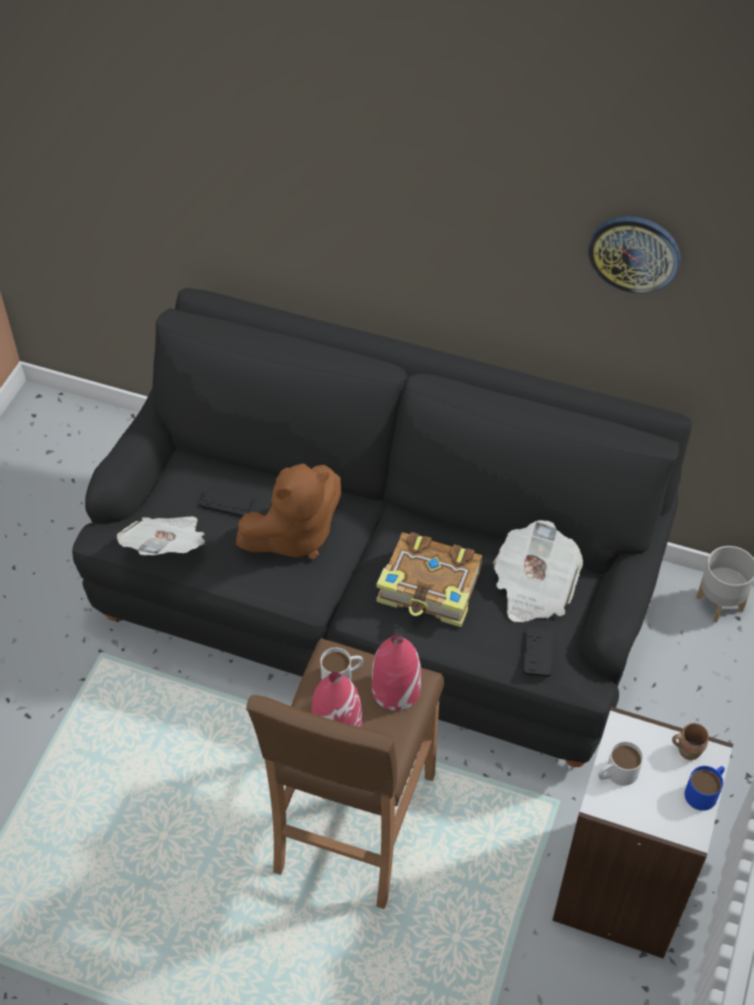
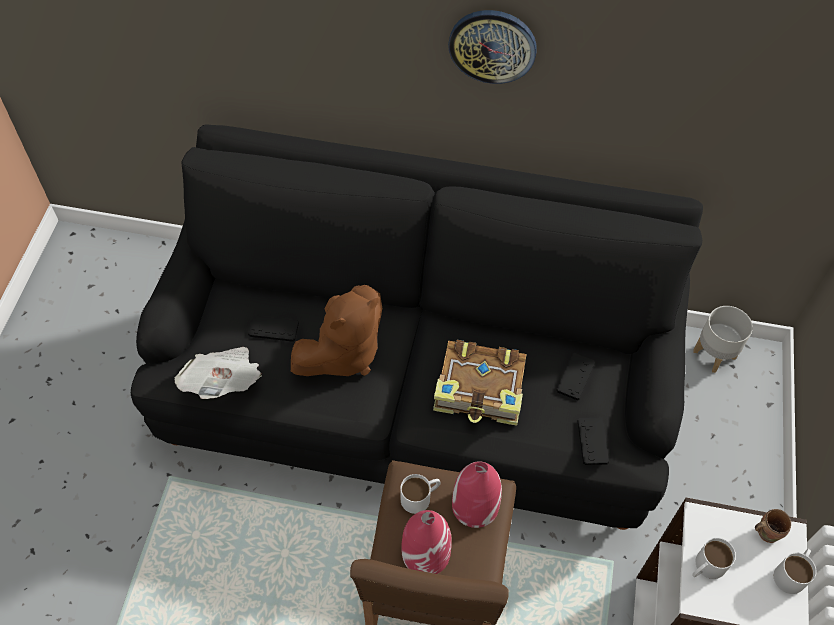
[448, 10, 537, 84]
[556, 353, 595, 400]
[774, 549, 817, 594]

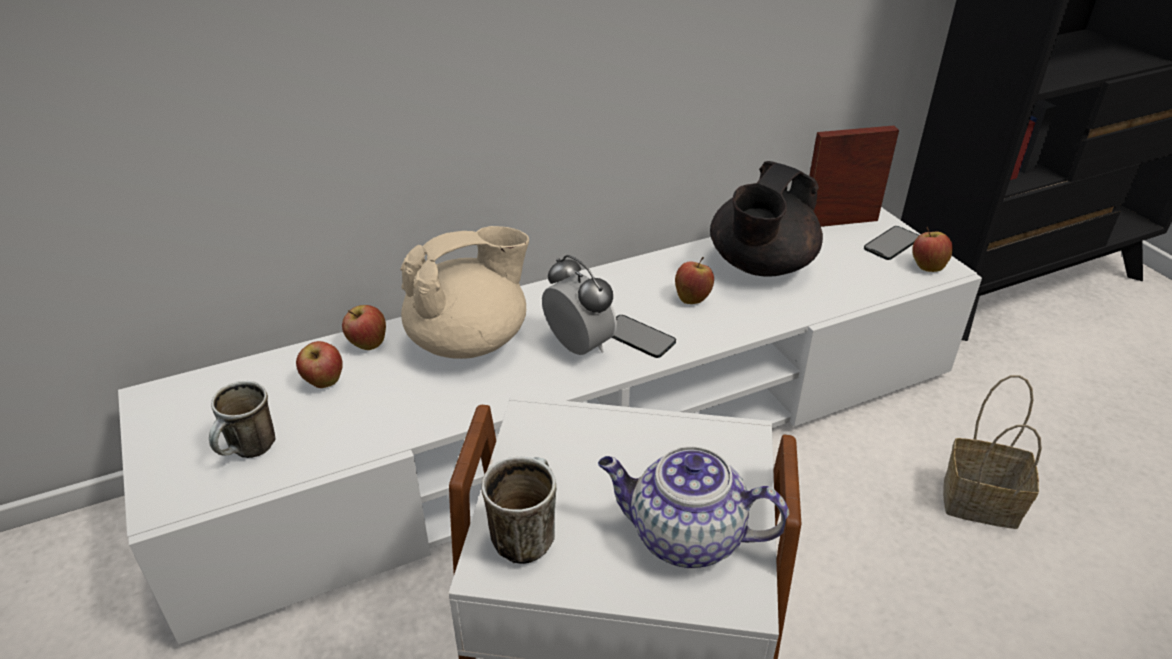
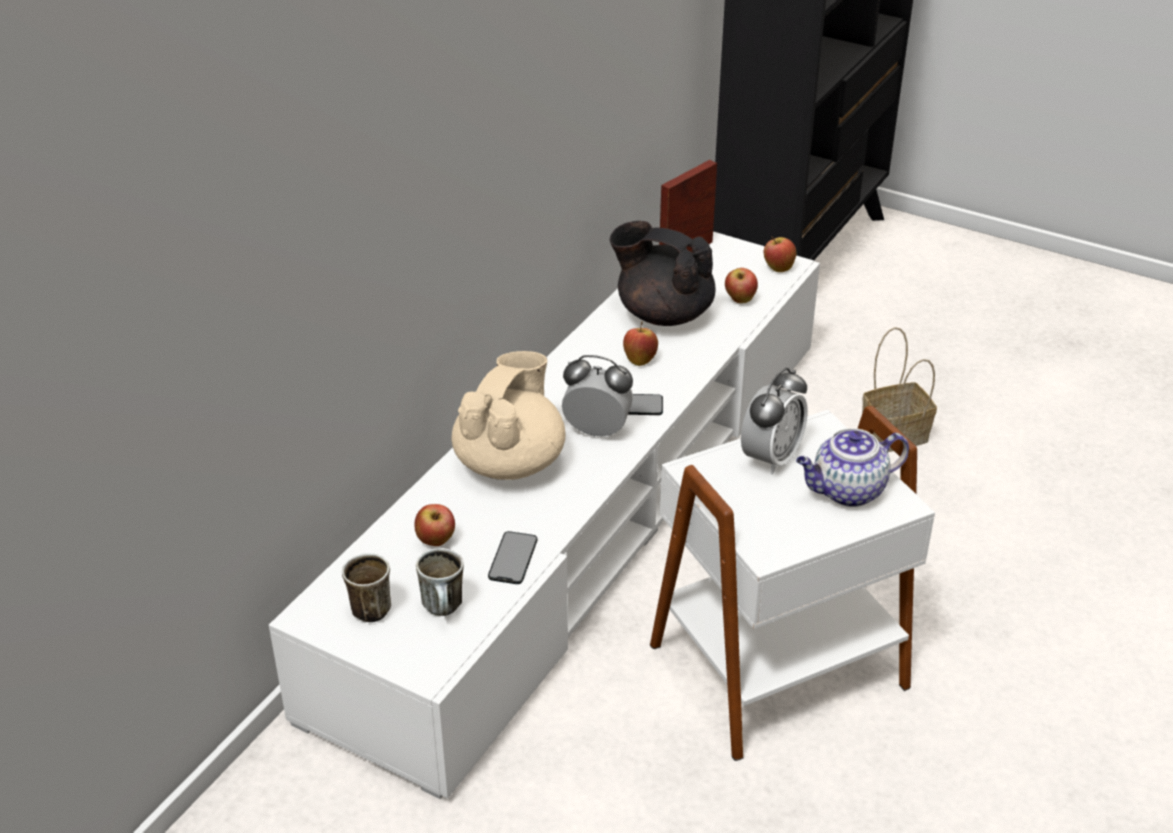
[609, 221, 716, 326]
[488, 531, 537, 584]
[725, 268, 758, 303]
[342, 553, 391, 622]
[741, 368, 808, 475]

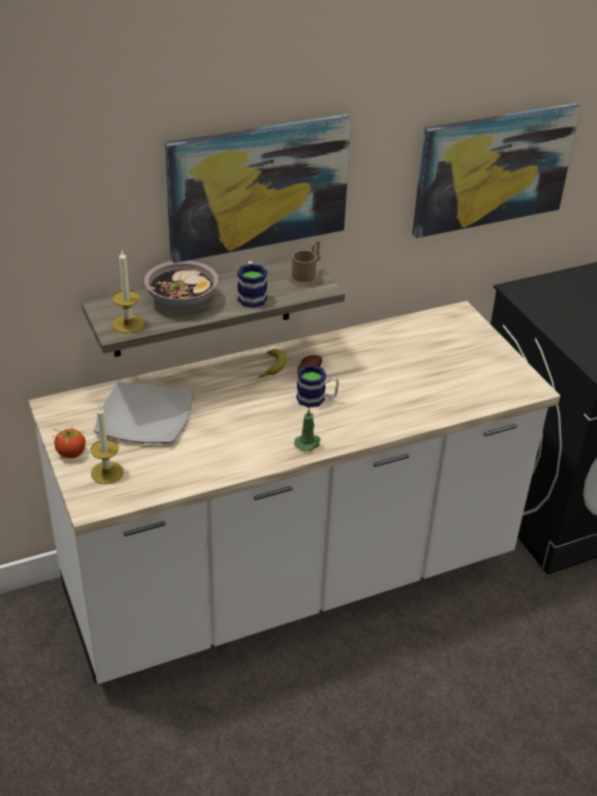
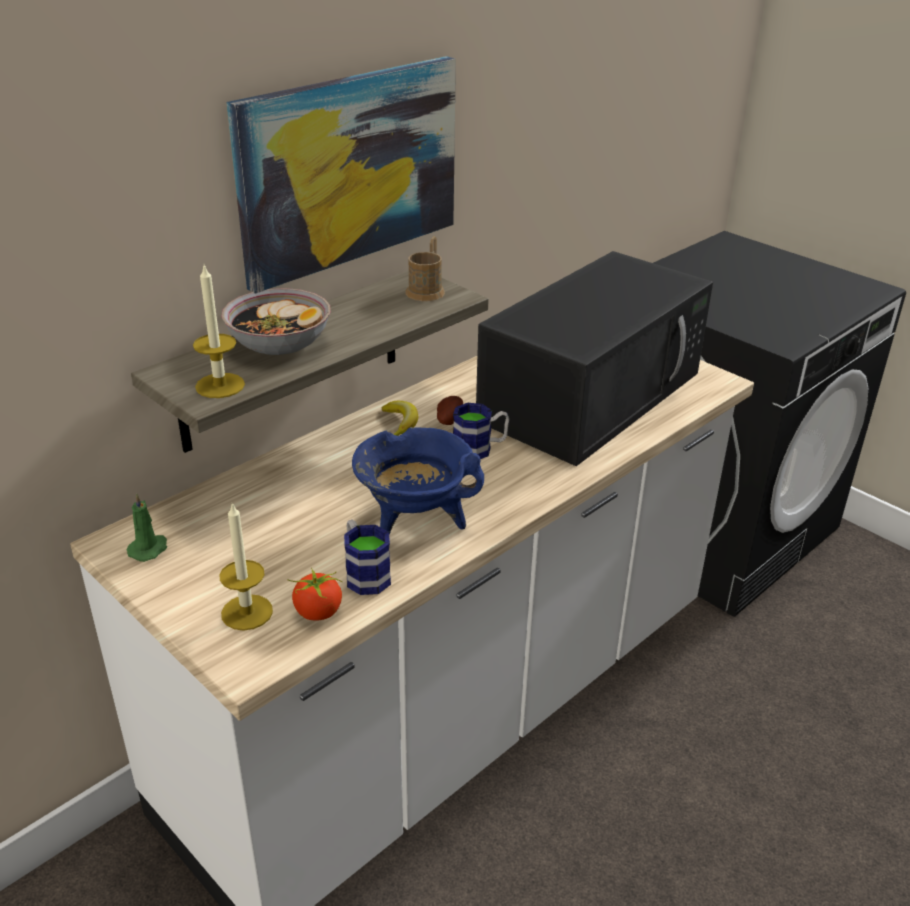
[412, 103, 581, 238] (first image)
[344, 520, 391, 595]
[94, 382, 193, 443] (first image)
[127, 493, 167, 562]
[287, 568, 342, 620]
[476, 251, 713, 466]
[352, 427, 484, 534]

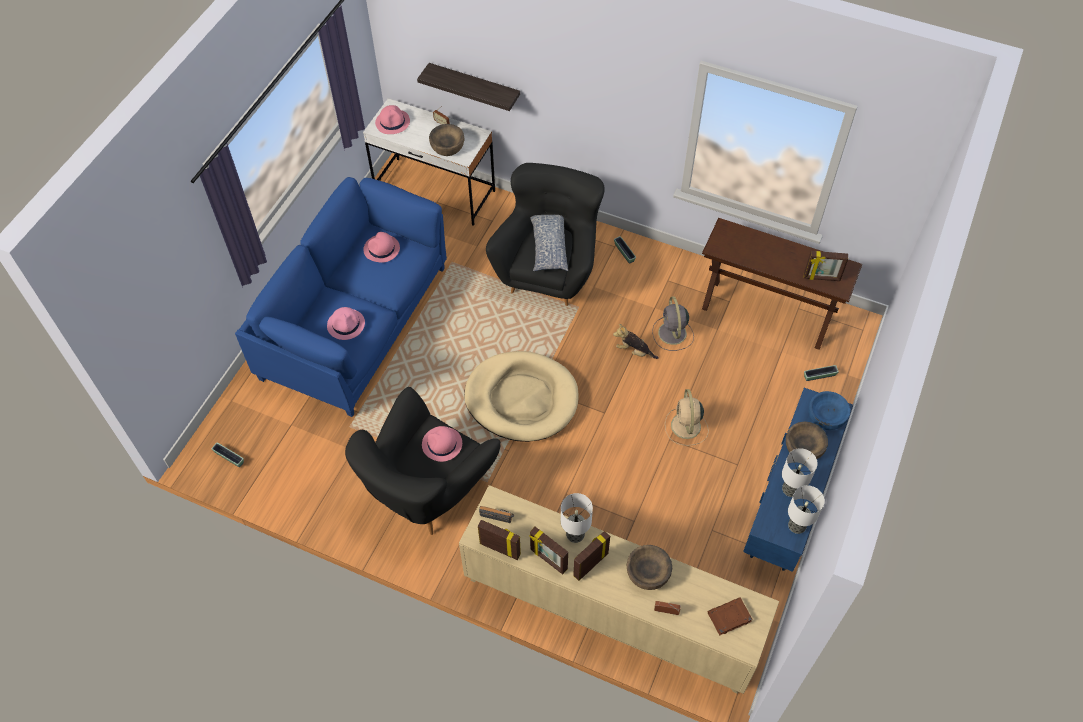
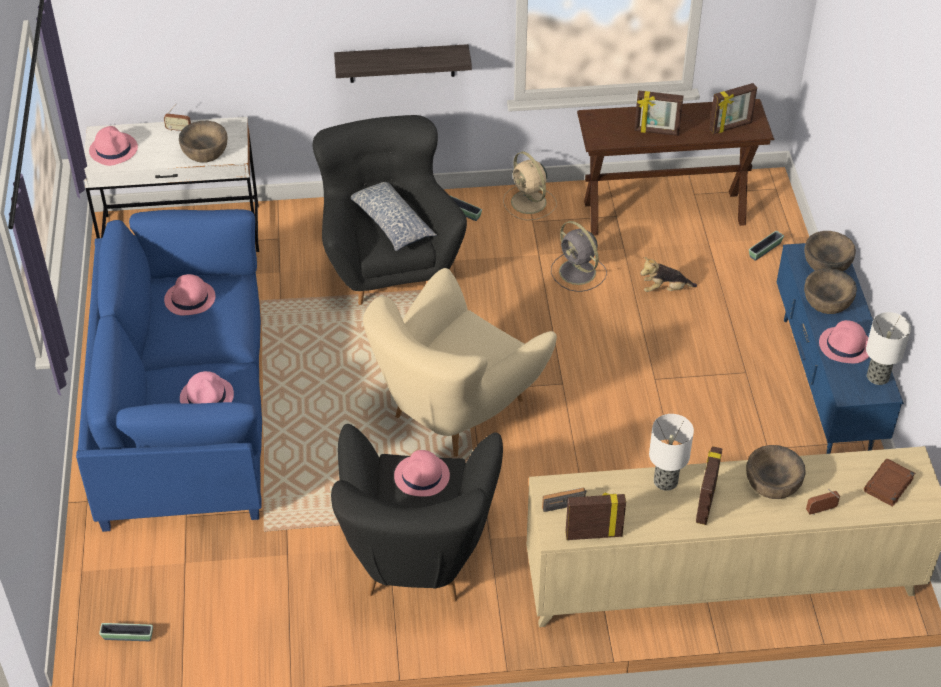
[334, 44, 472, 83]
[640, 257, 697, 292]
[363, 268, 557, 457]
[503, 152, 557, 220]
[804, 231, 856, 271]
[819, 320, 869, 363]
[634, 91, 684, 136]

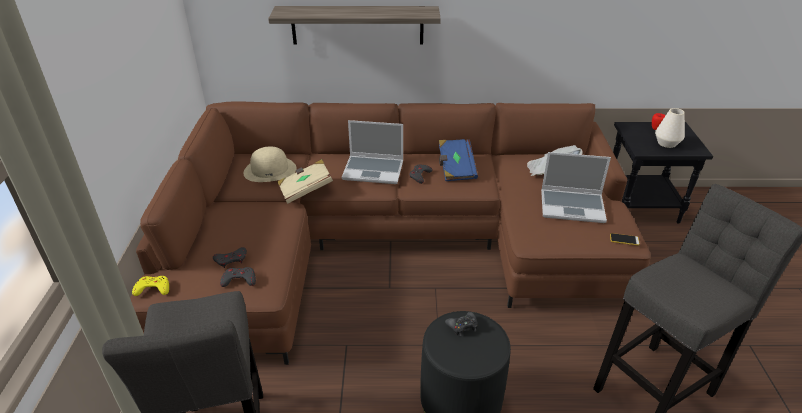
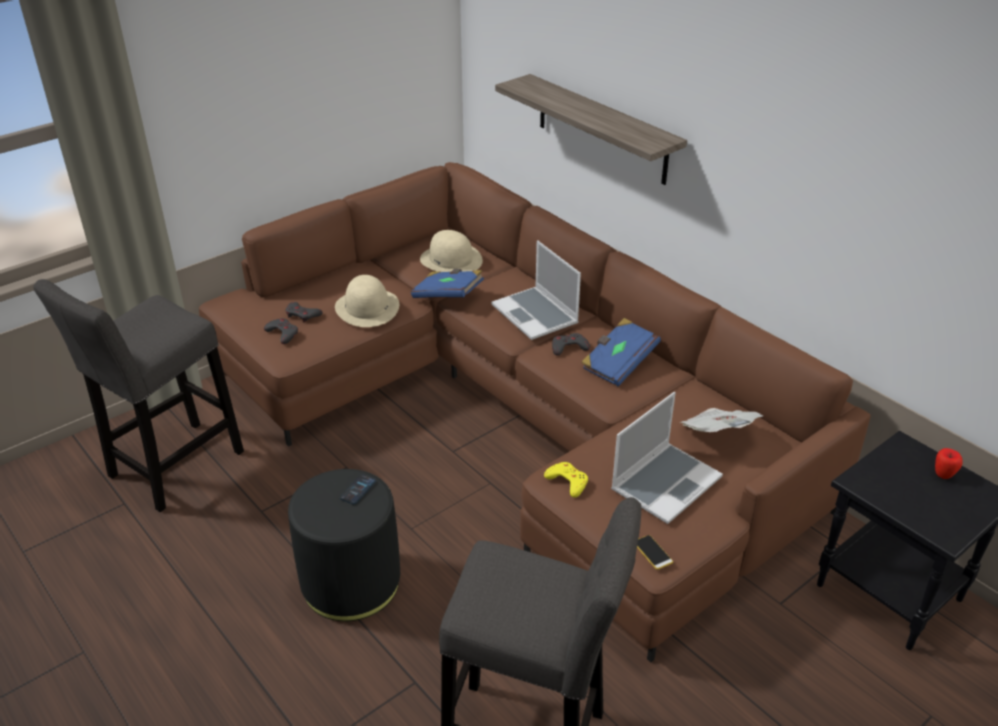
[655, 108, 685, 148] (first image)
[611, 392, 723, 524]
[411, 269, 484, 298]
[544, 462, 588, 498]
[340, 474, 376, 505]
[335, 275, 399, 327]

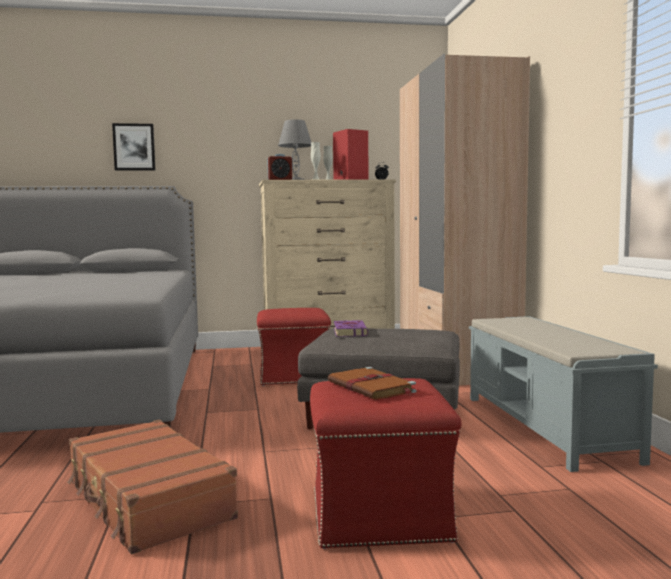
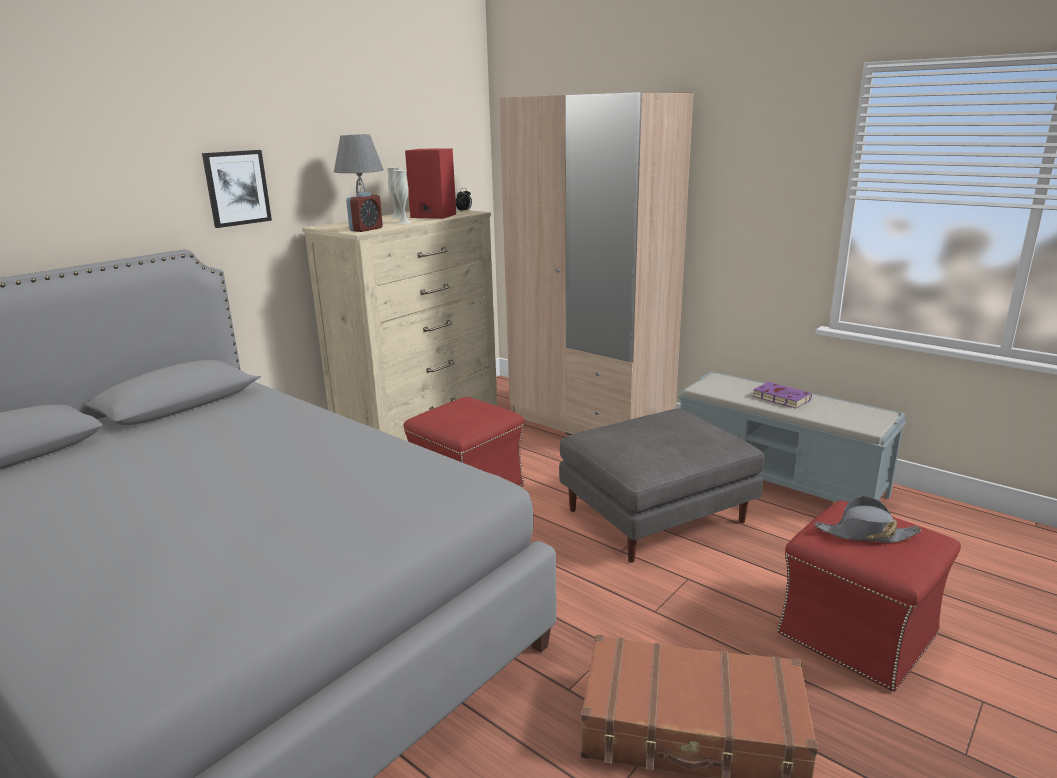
[202, 150, 272, 228]
[753, 382, 812, 409]
[815, 496, 922, 543]

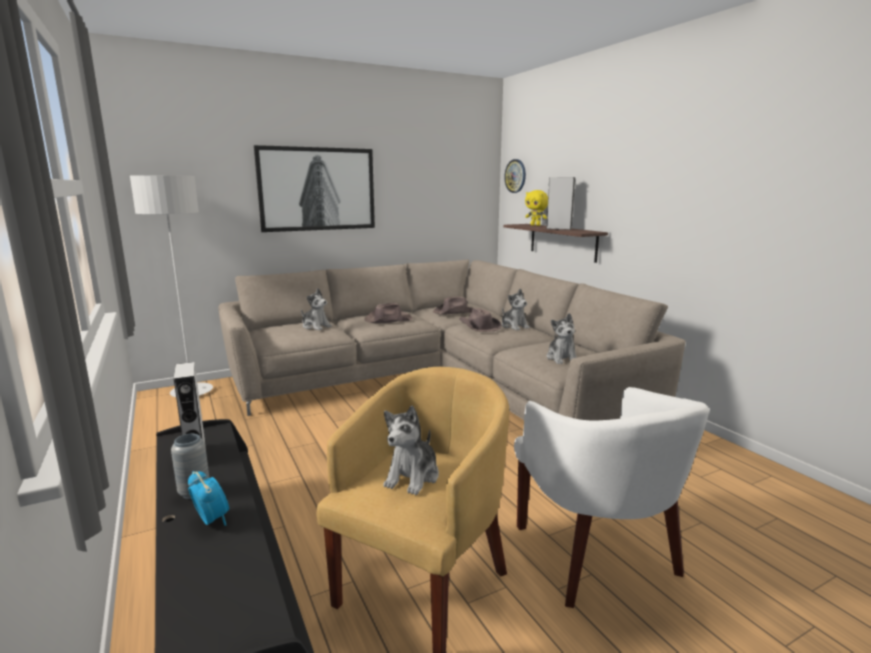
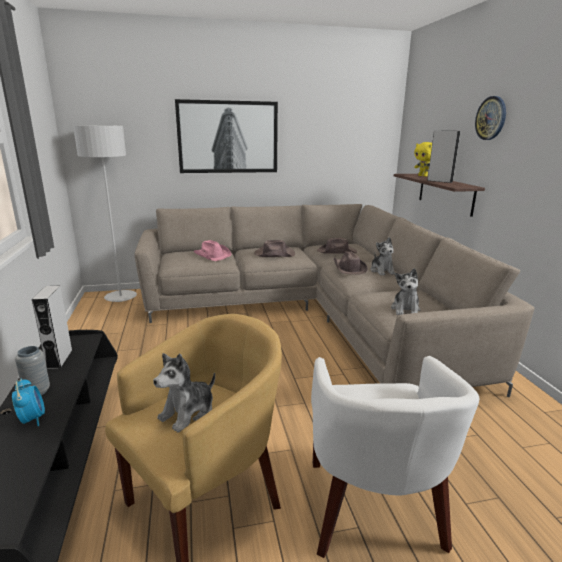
[475, 96, 506, 140]
[193, 240, 232, 261]

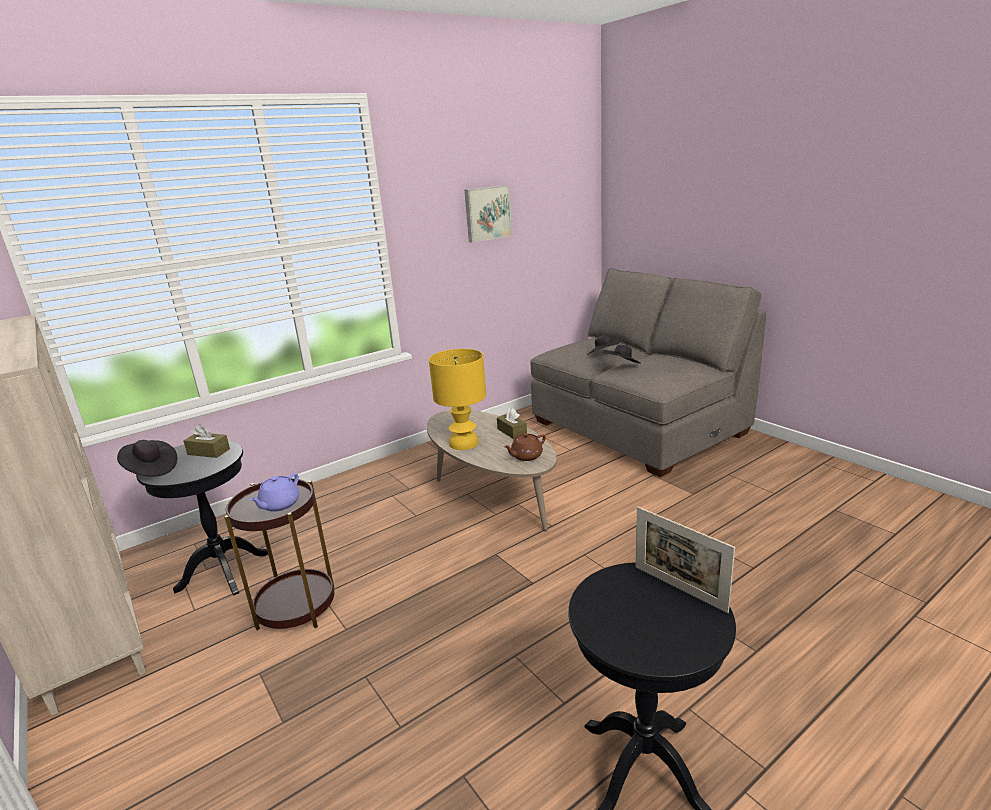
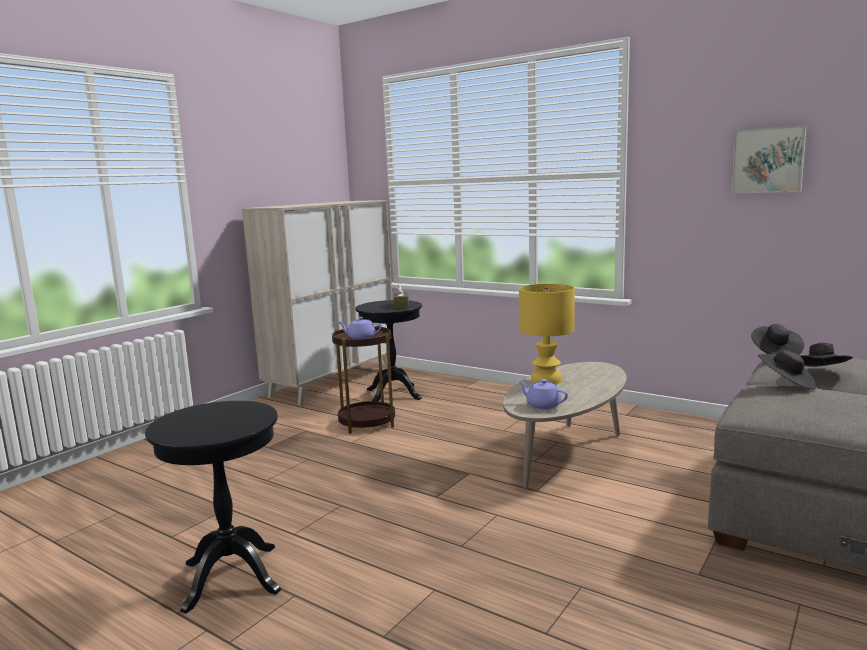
[497, 408, 527, 439] (first image)
[518, 379, 568, 409]
[751, 324, 804, 355]
[636, 507, 735, 613] (first image)

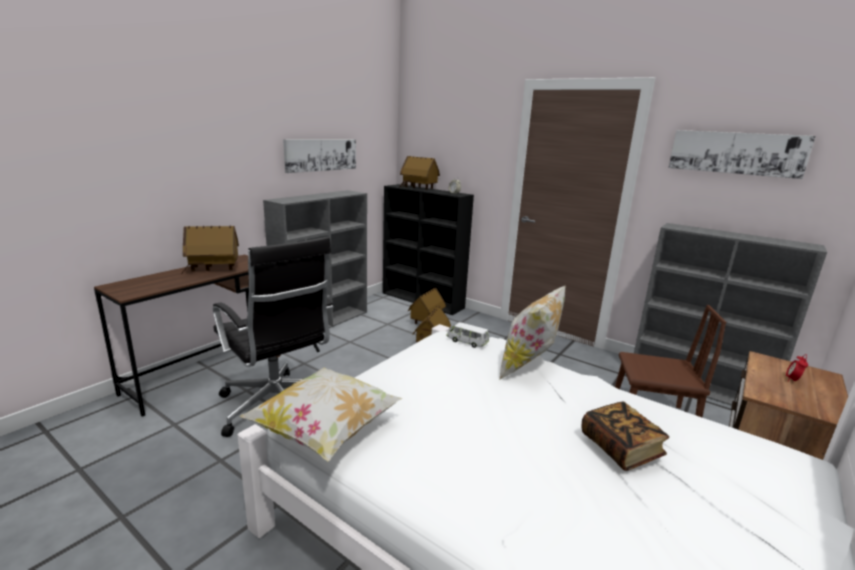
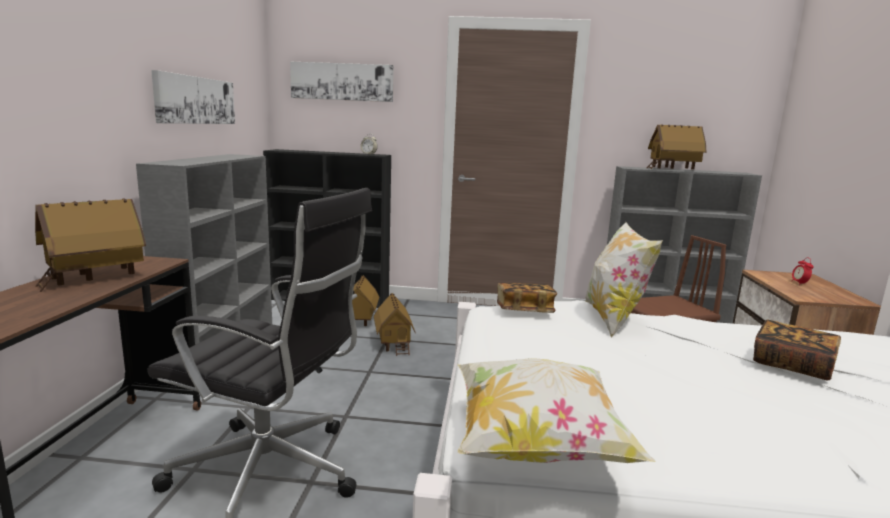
[290, 62, 394, 102]
[647, 125, 707, 170]
[497, 282, 557, 313]

